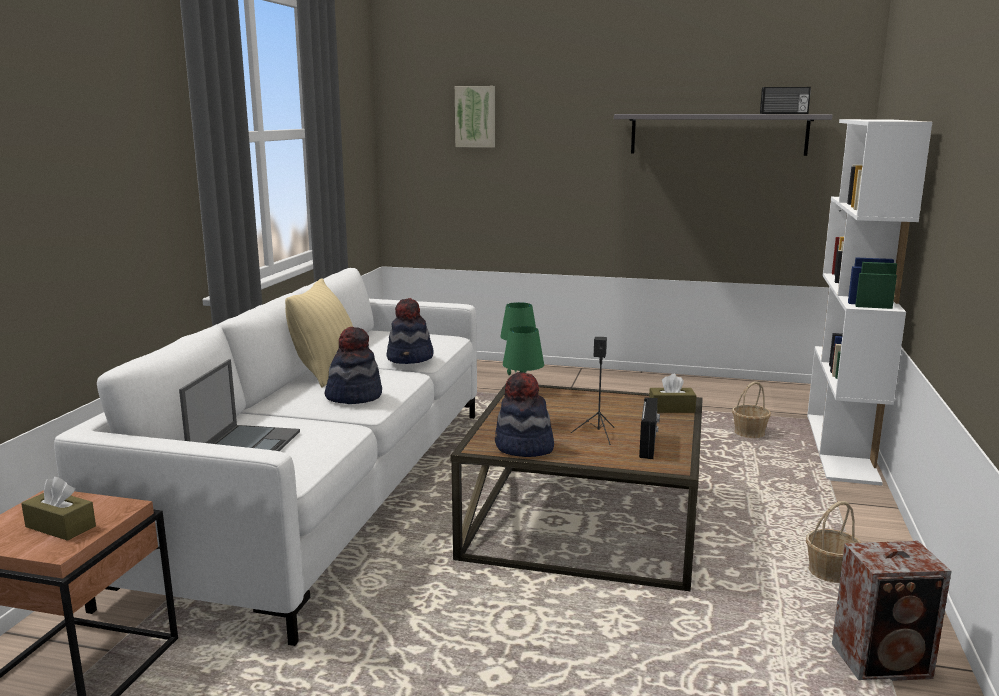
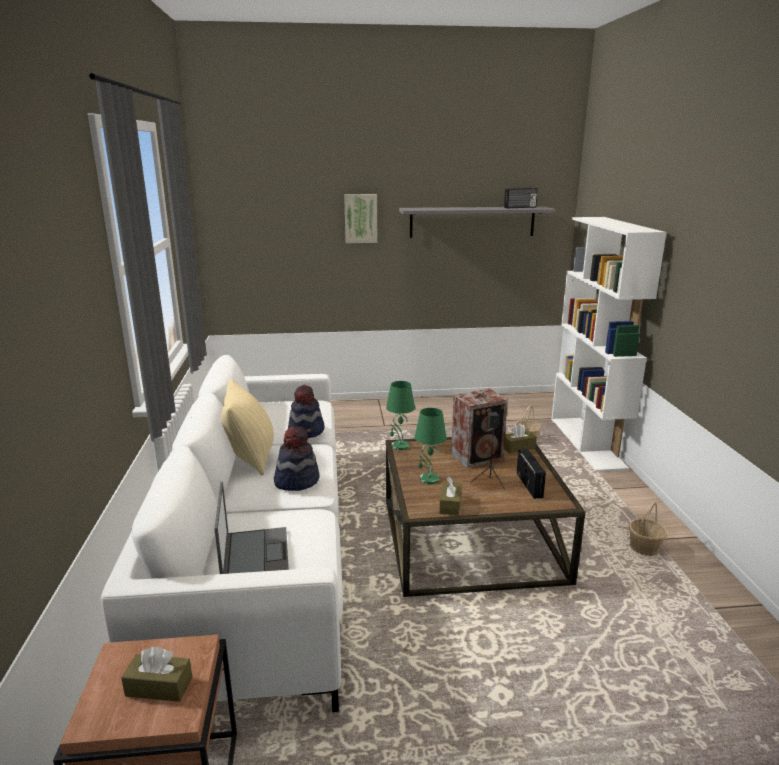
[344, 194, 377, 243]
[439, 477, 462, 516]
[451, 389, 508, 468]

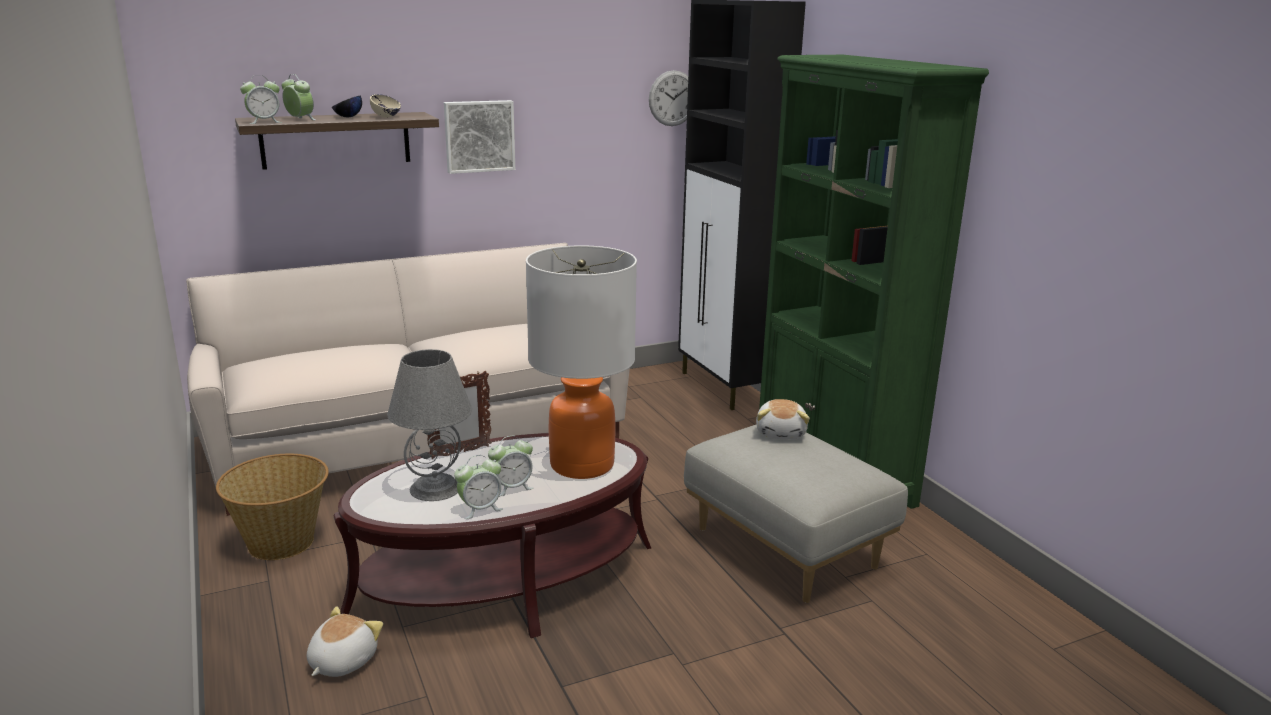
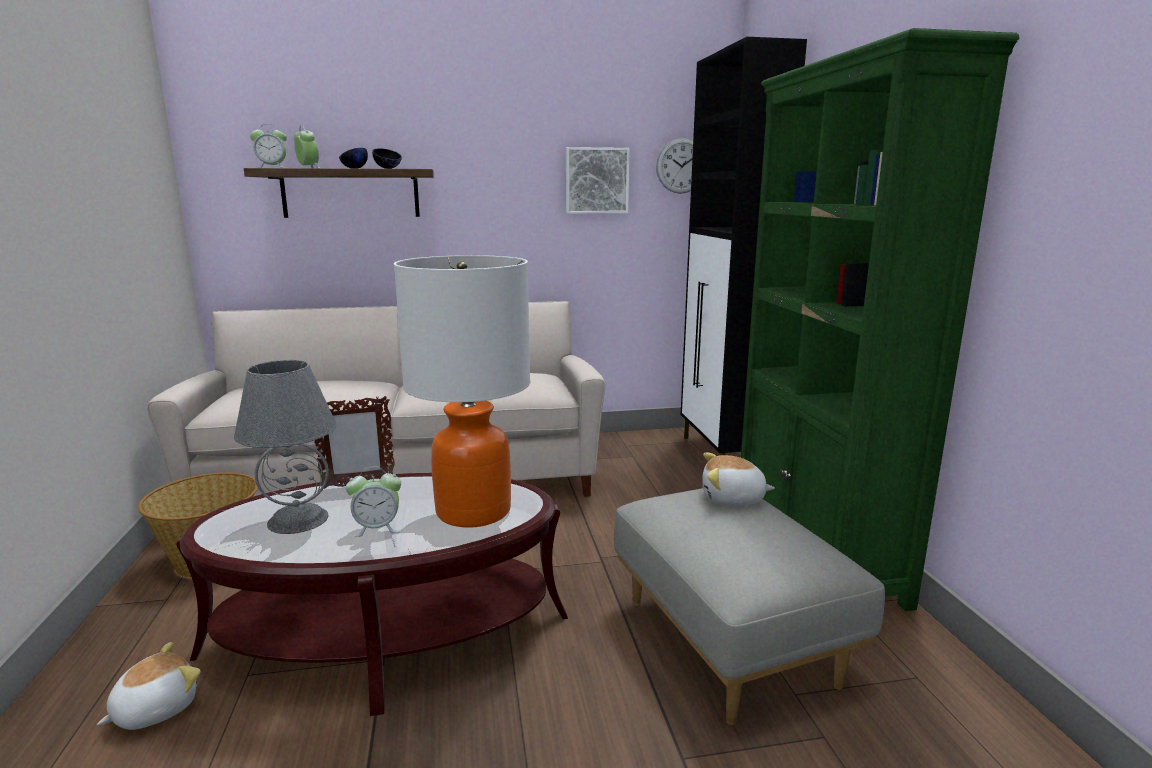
[372, 148, 402, 169]
[566, 147, 630, 214]
[702, 453, 775, 506]
[454, 455, 503, 519] (first image)

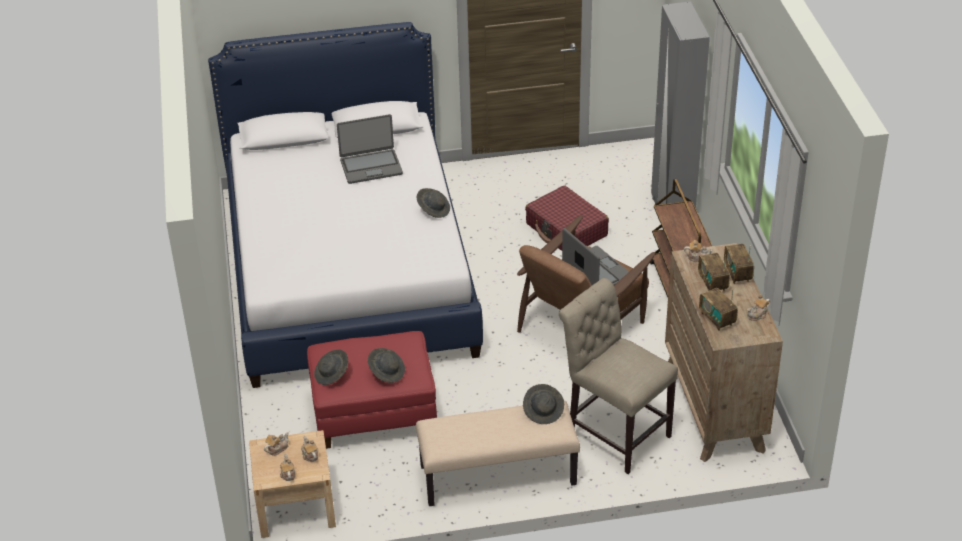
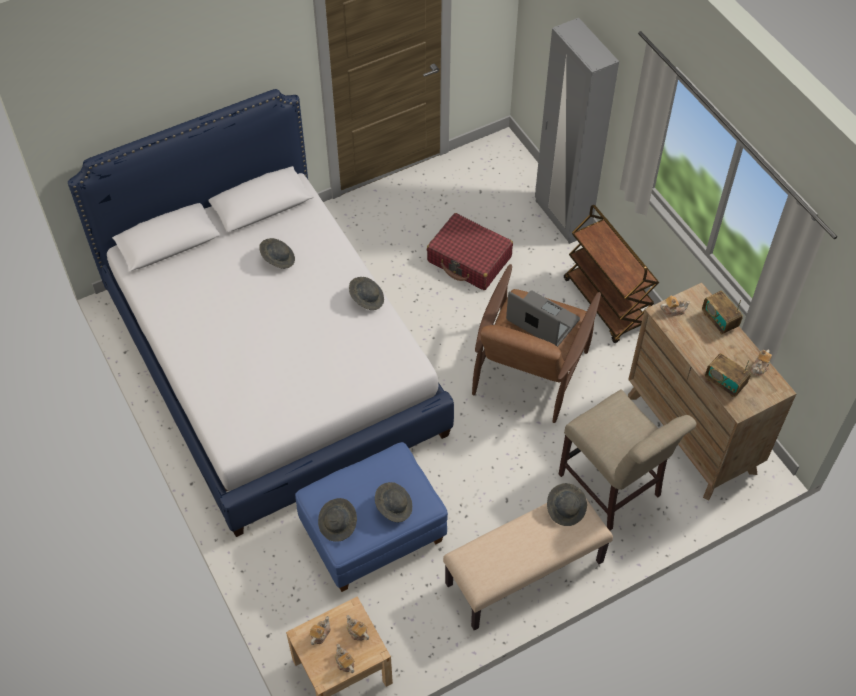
[259, 238, 295, 269]
[698, 253, 730, 291] (first image)
[559, 389, 696, 531]
[295, 442, 448, 592]

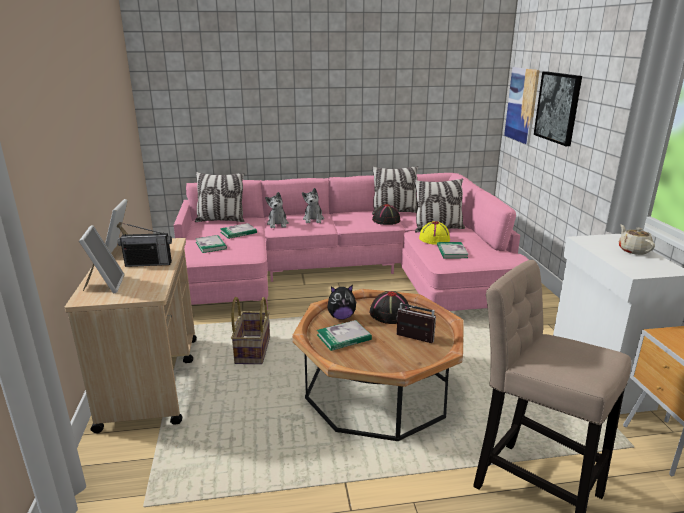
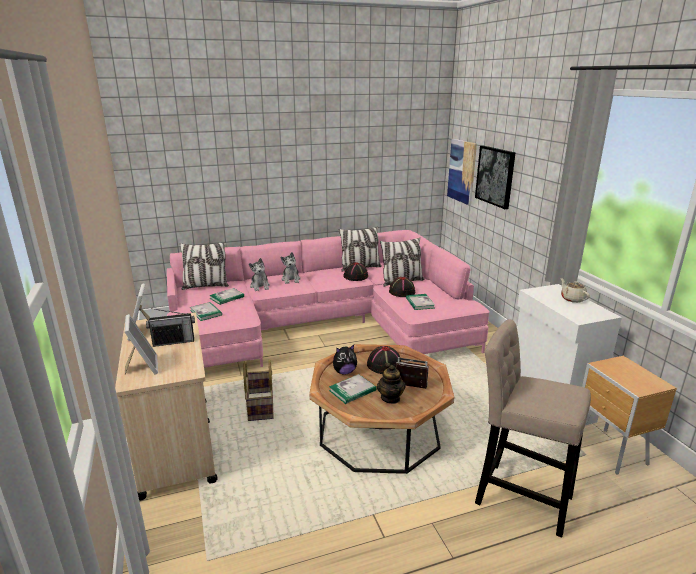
[389, 277, 415, 297]
[377, 363, 406, 404]

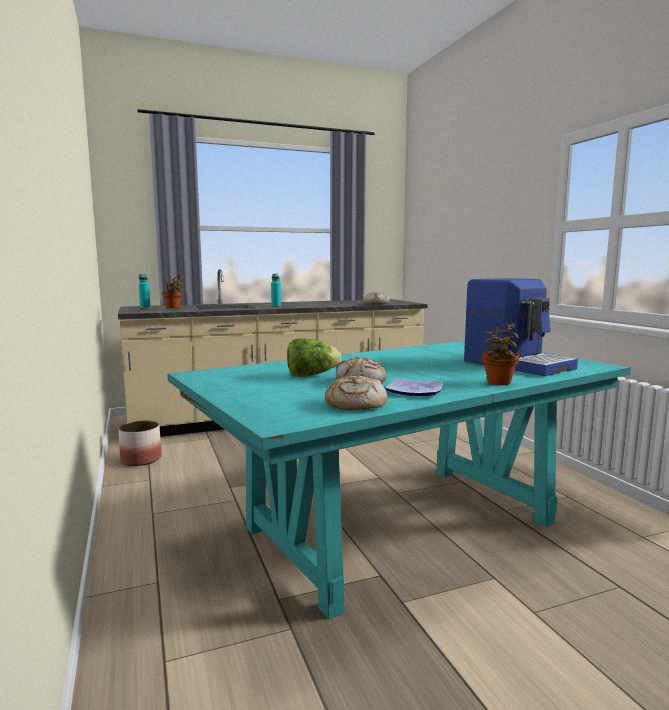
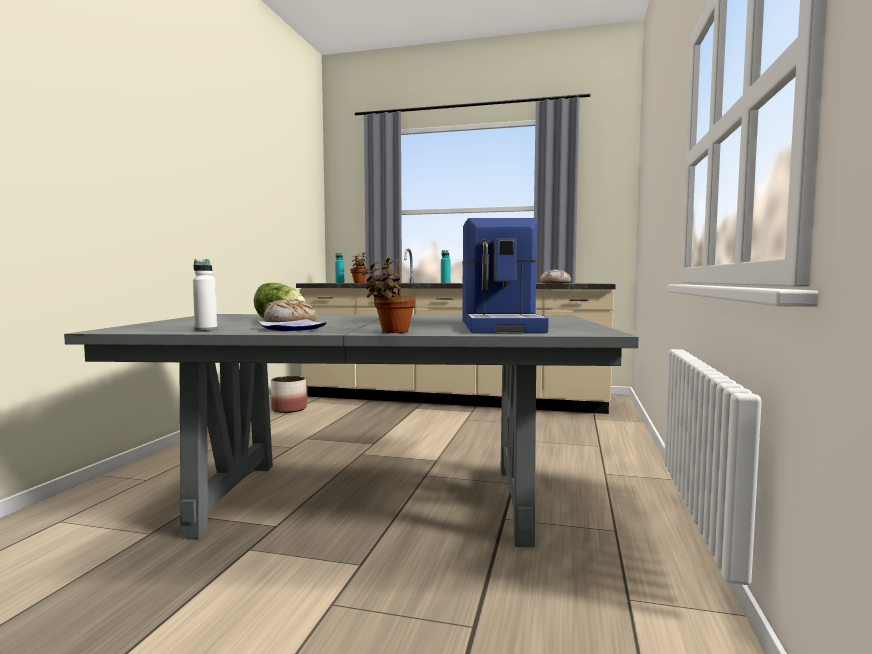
[64, 314, 639, 547]
[193, 259, 217, 331]

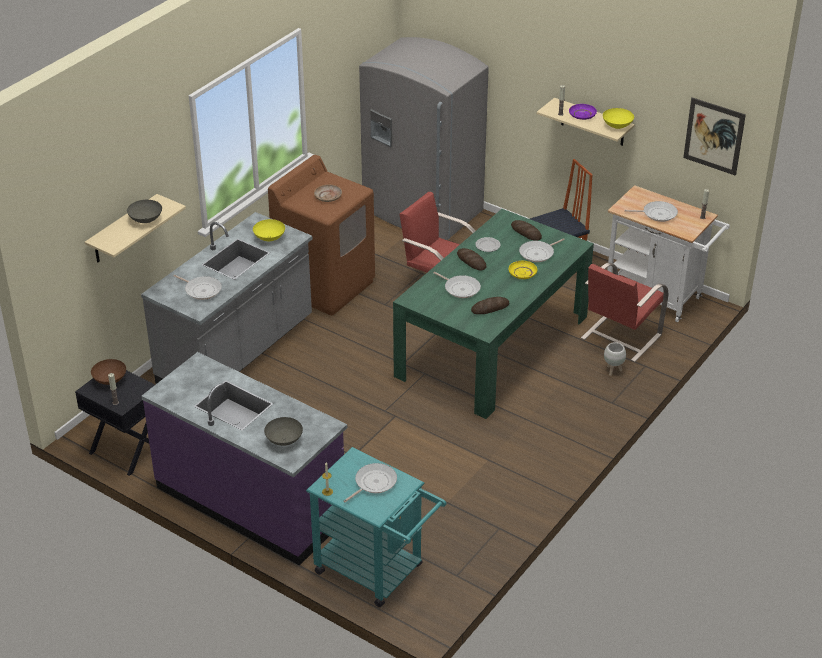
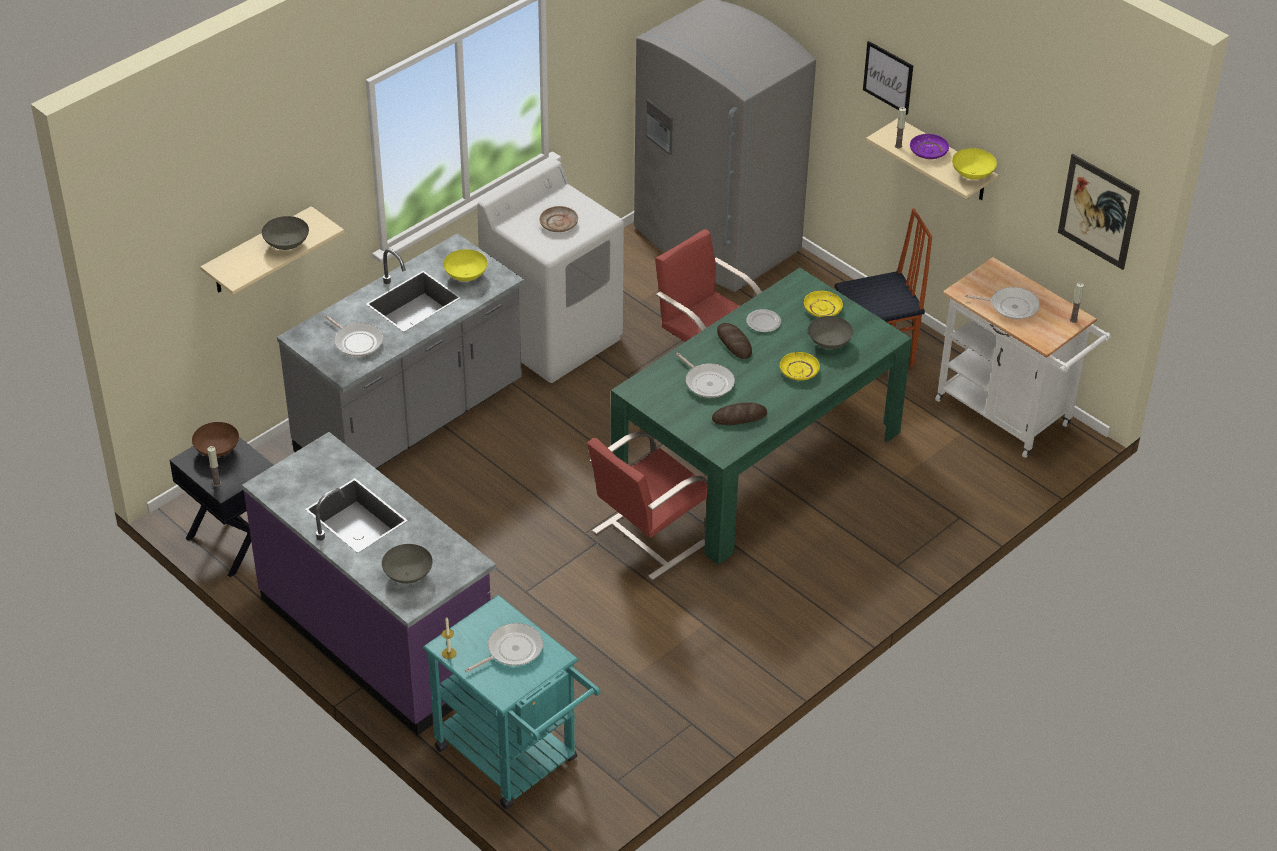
[477, 159, 624, 383]
[804, 291, 843, 317]
[808, 316, 853, 349]
[587, 431, 708, 580]
[604, 342, 626, 376] (first image)
[863, 41, 913, 115]

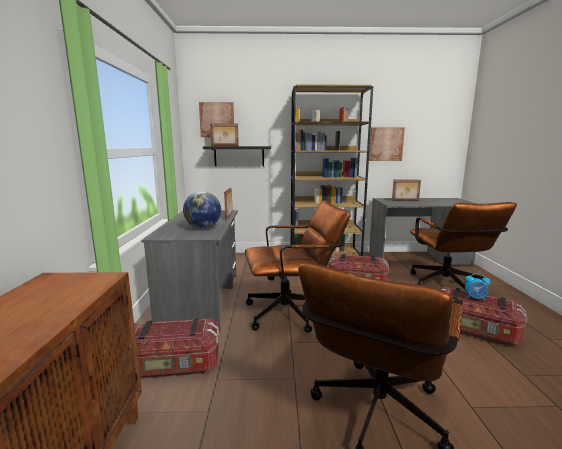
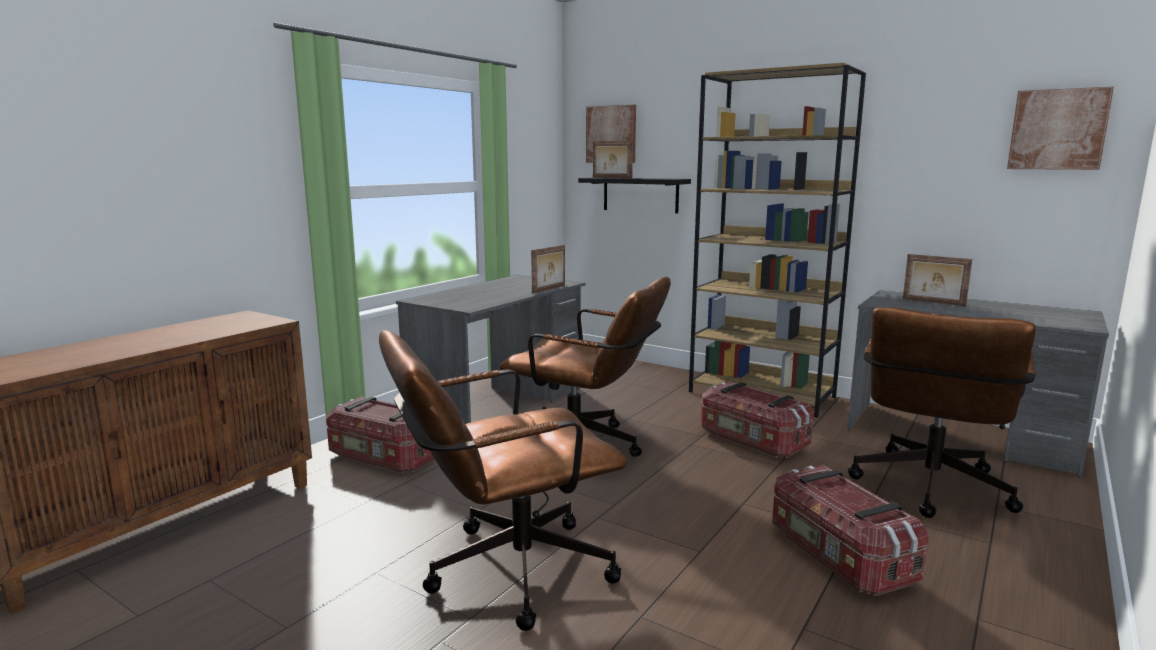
[1007, 87, 1114, 170]
[183, 191, 221, 229] (first image)
[465, 273, 490, 301] (first image)

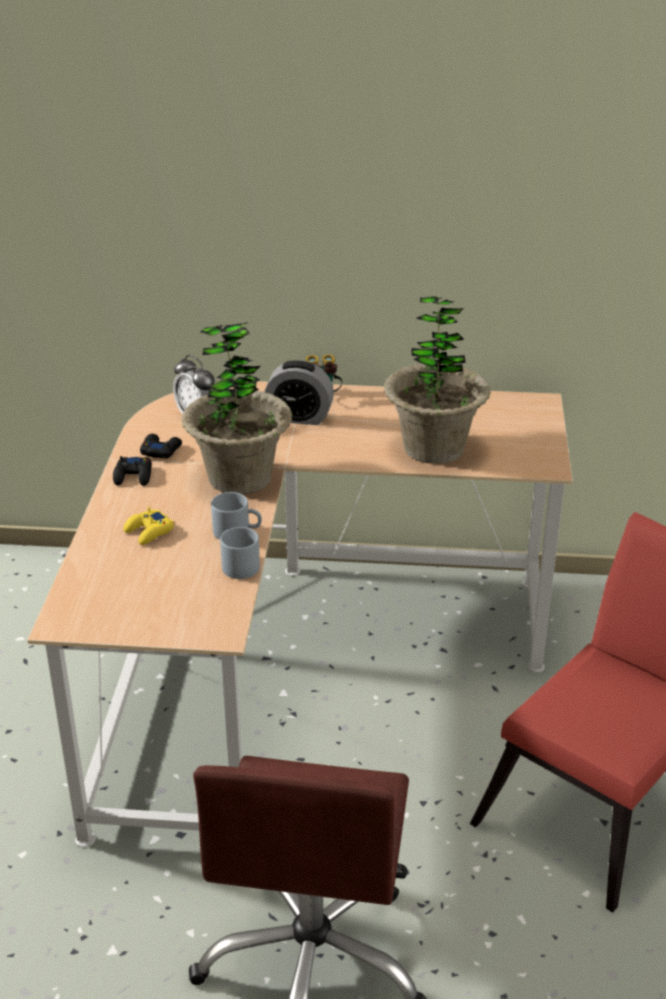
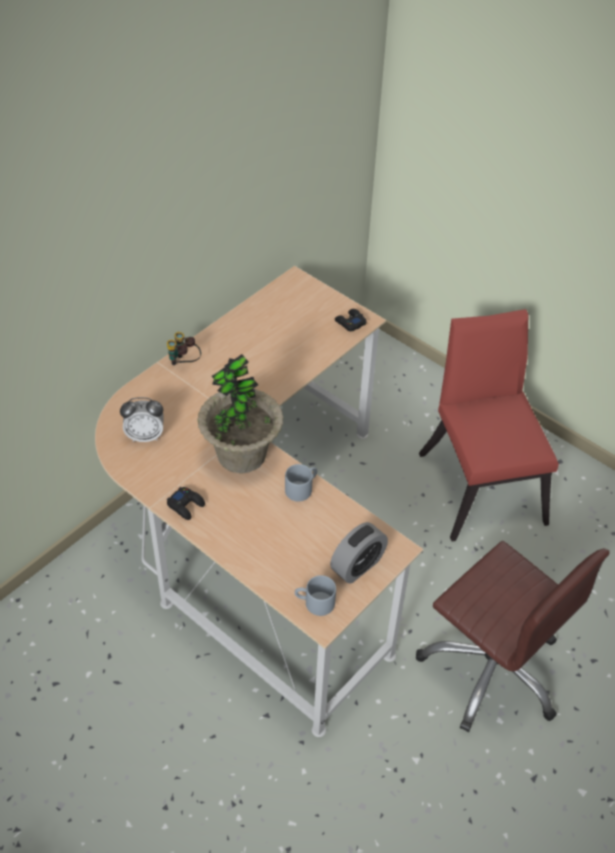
[384, 296, 491, 464] (first image)
[330, 522, 388, 584]
[335, 309, 366, 331]
[123, 507, 174, 545] (first image)
[295, 575, 336, 616]

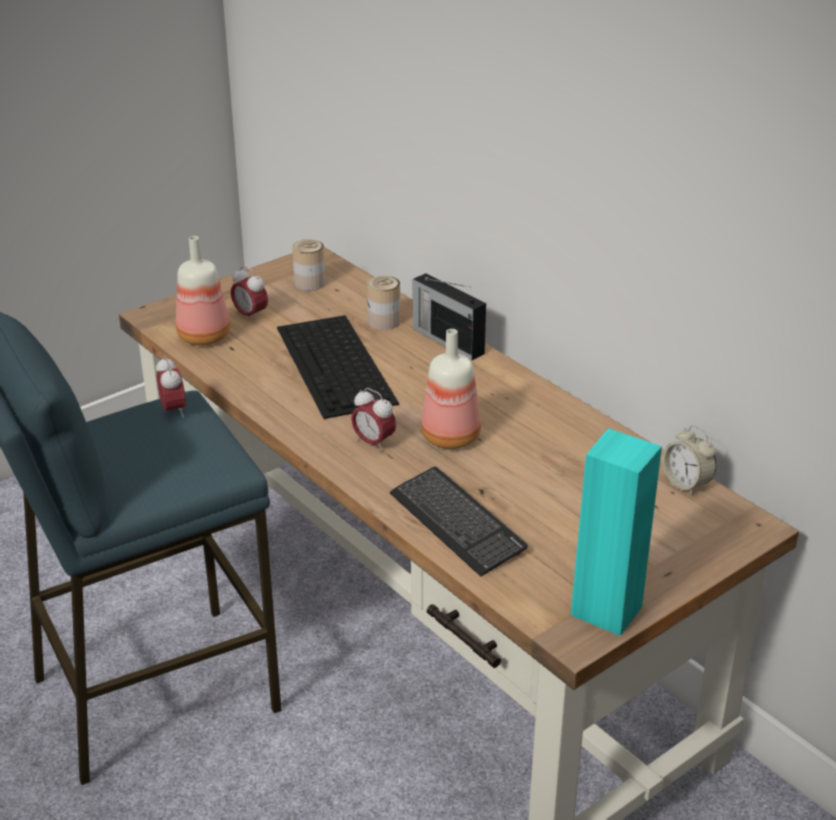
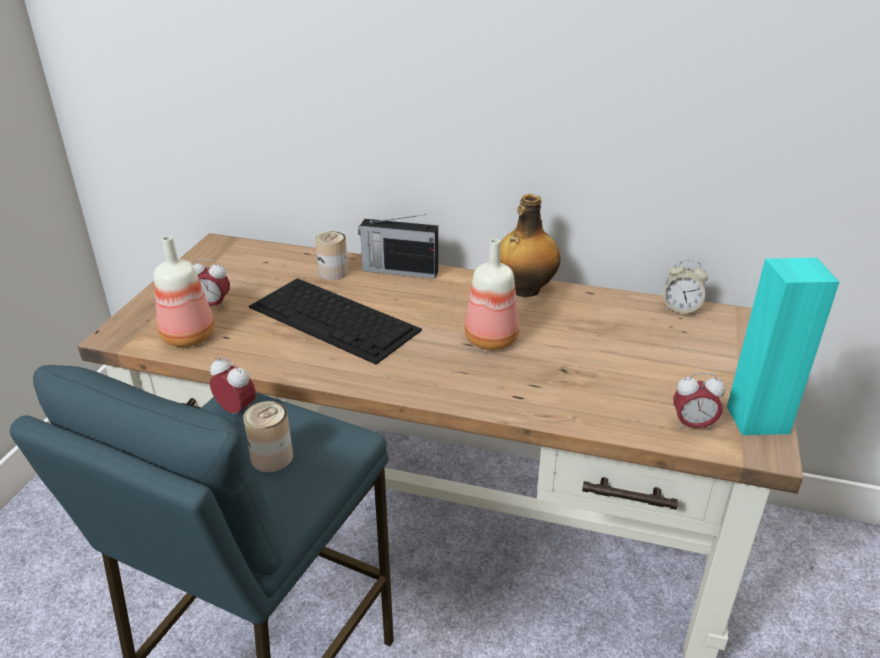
[243, 401, 293, 472]
[673, 373, 725, 431]
[390, 467, 528, 576] (first image)
[500, 194, 560, 297]

